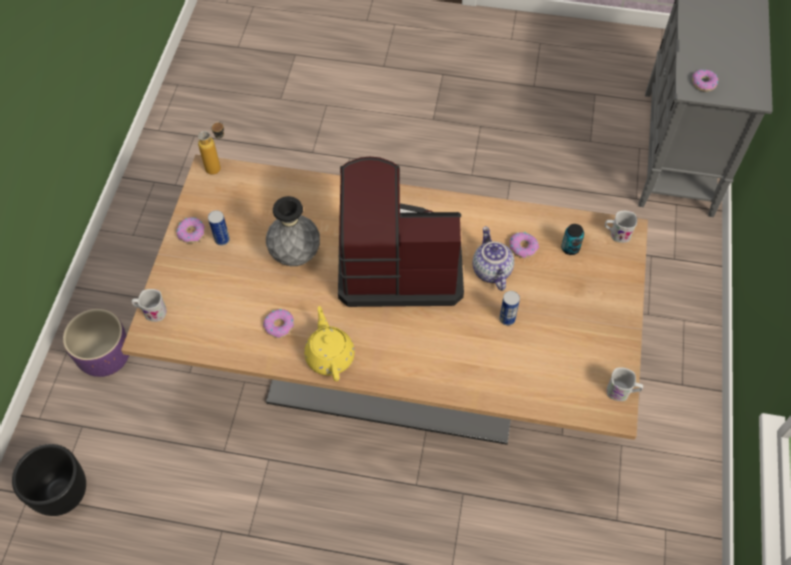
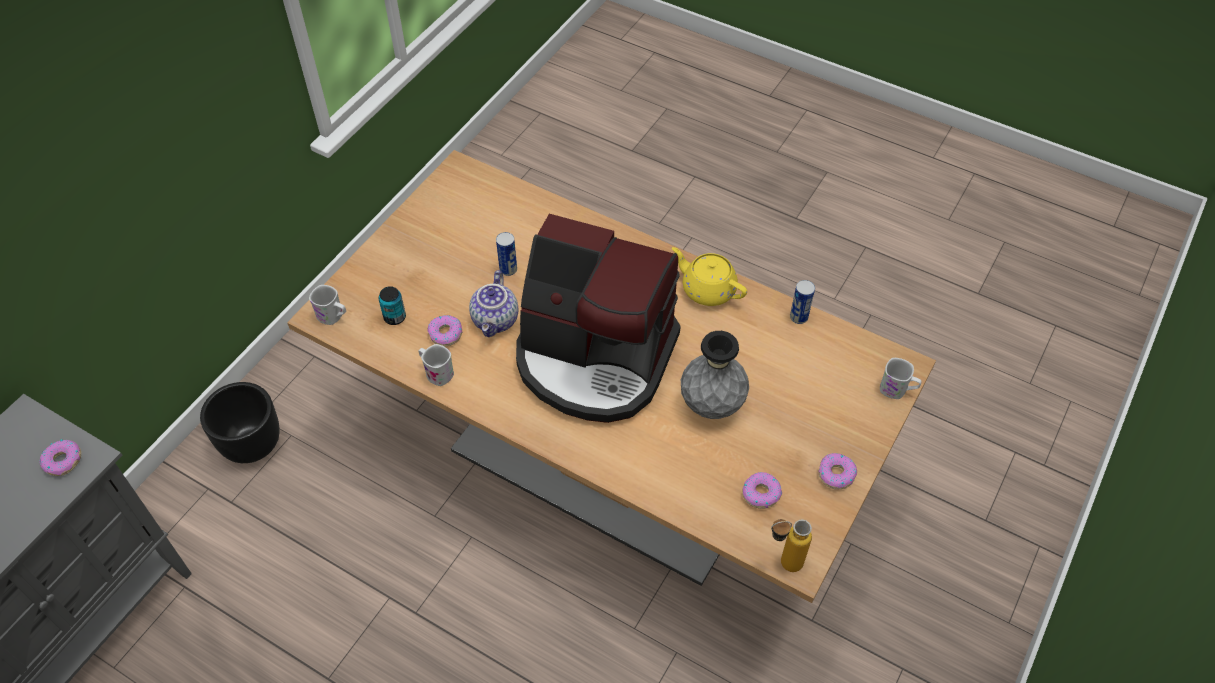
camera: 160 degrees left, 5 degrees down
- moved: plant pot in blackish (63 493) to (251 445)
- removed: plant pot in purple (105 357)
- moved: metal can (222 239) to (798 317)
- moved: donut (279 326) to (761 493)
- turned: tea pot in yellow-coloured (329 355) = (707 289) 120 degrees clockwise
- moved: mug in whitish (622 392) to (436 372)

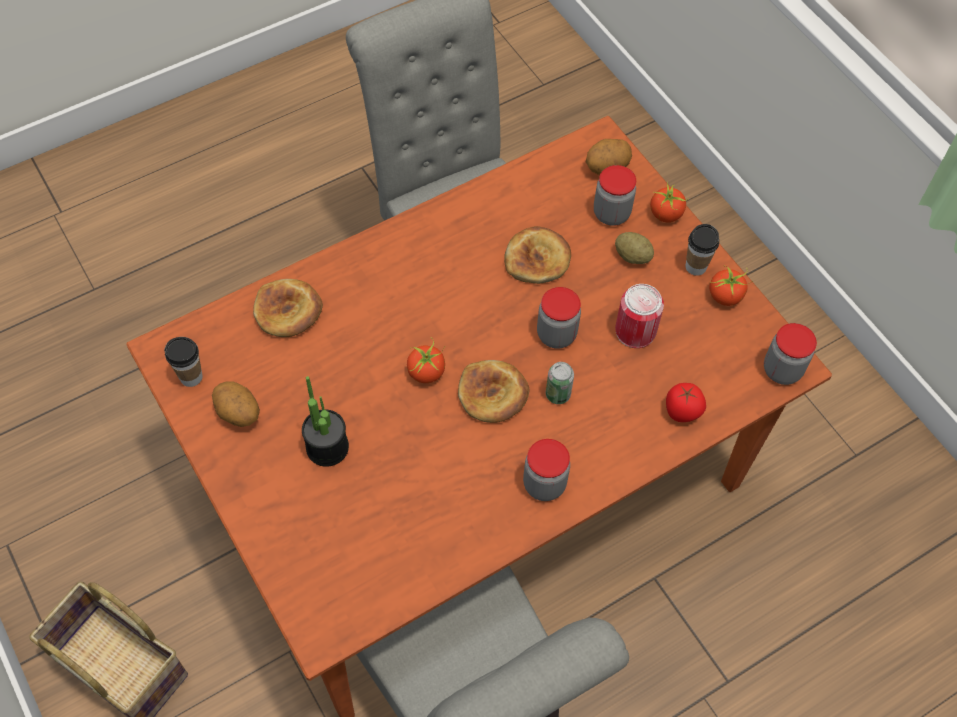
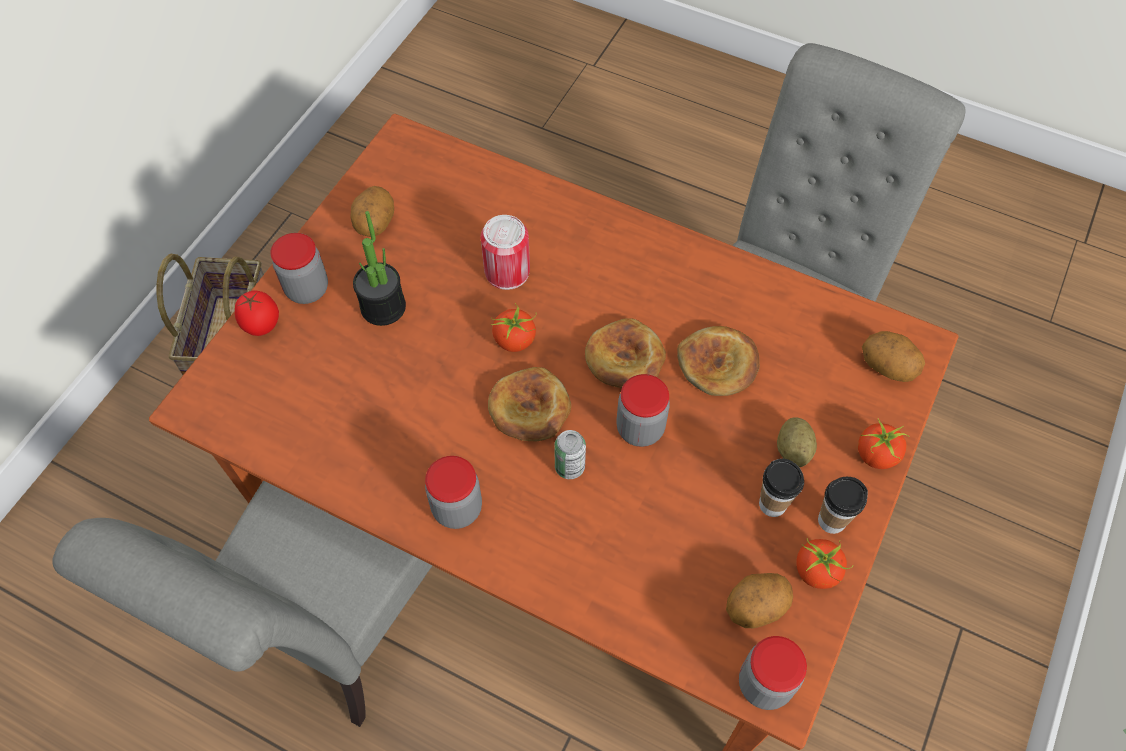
camera: 60 degrees right, 0 degrees up
- moved: drinking cup (191 377) to (772 504)
- moved: bakery bread (287 311) to (625 358)
- moved: preserve jar (611 213) to (307 289)
- moved: metal can (635 331) to (507 271)
- moved: fresh tomato (682 412) to (261 326)
- added: whole potato (755 607)

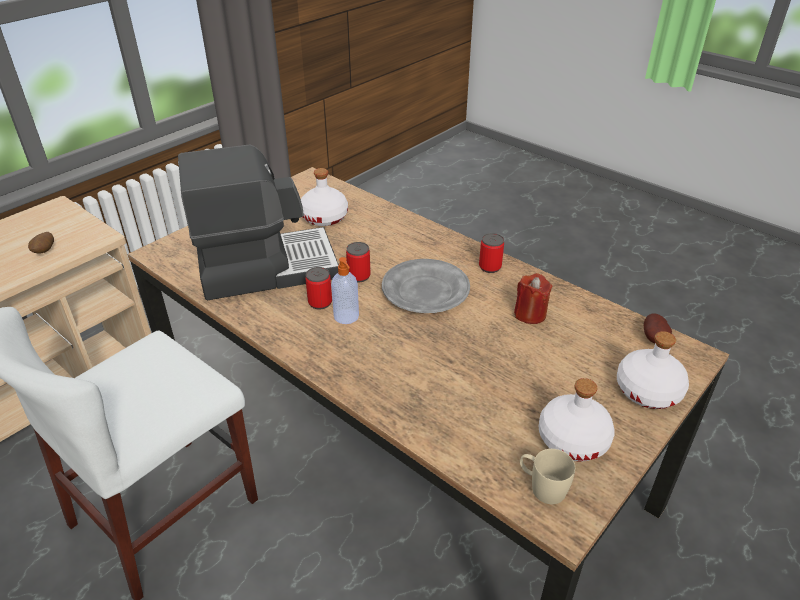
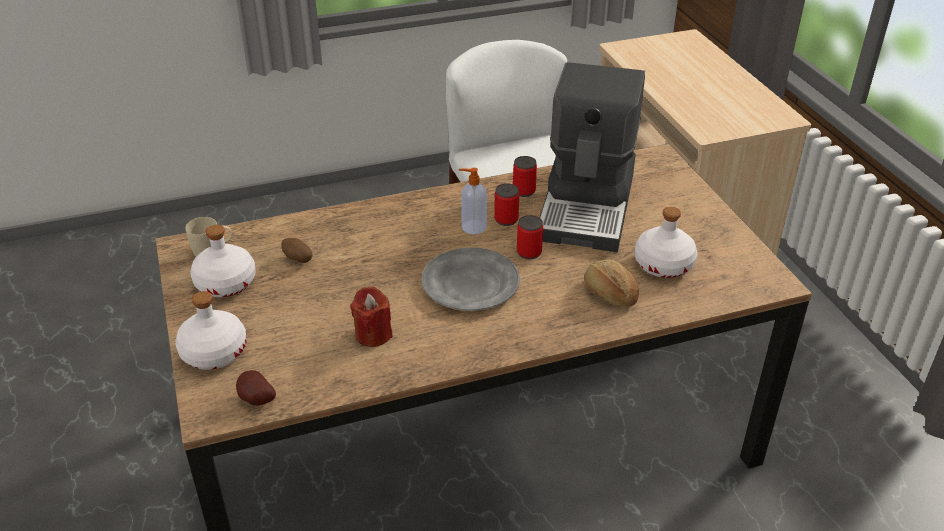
camera: 120 degrees right, 0 degrees up
- moved: whole potato (45 251) to (298 259)
- moved: metal can (490 267) to (524 191)
- added: bakery bread (609 294)

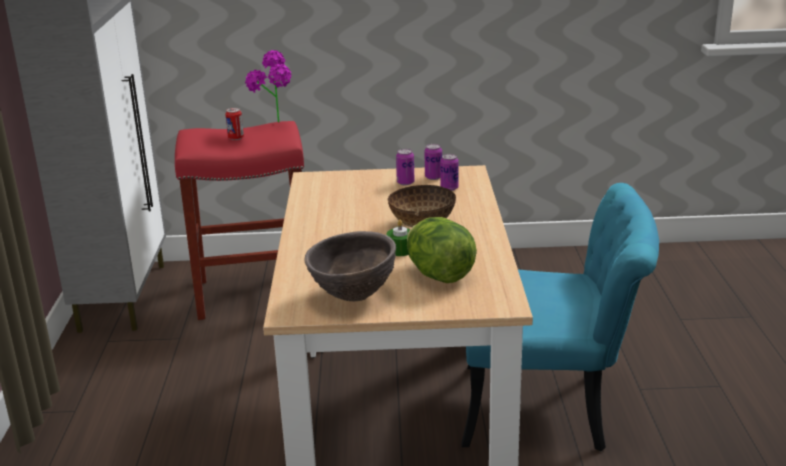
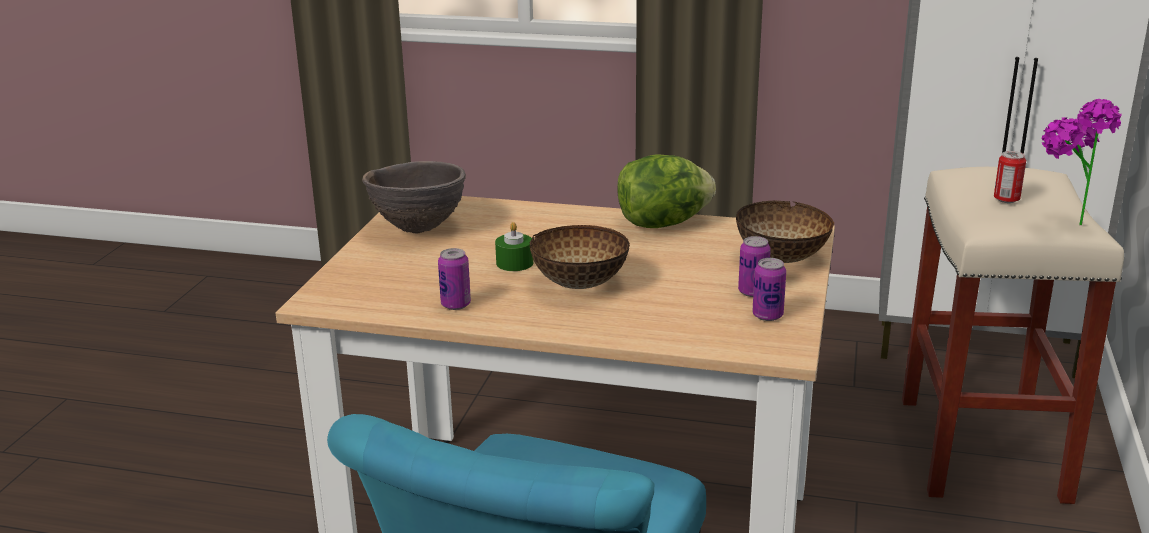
camera: 105 degrees right, 0 degrees up
- recoloured: stool seat in red-coloured (252 294) to stool seat in beige-coloured (979 447)
- moved: lettuce (439 275) to (663 224)
- moved: metal can (449 188) to (456 304)
- added: deep dish (782 259)

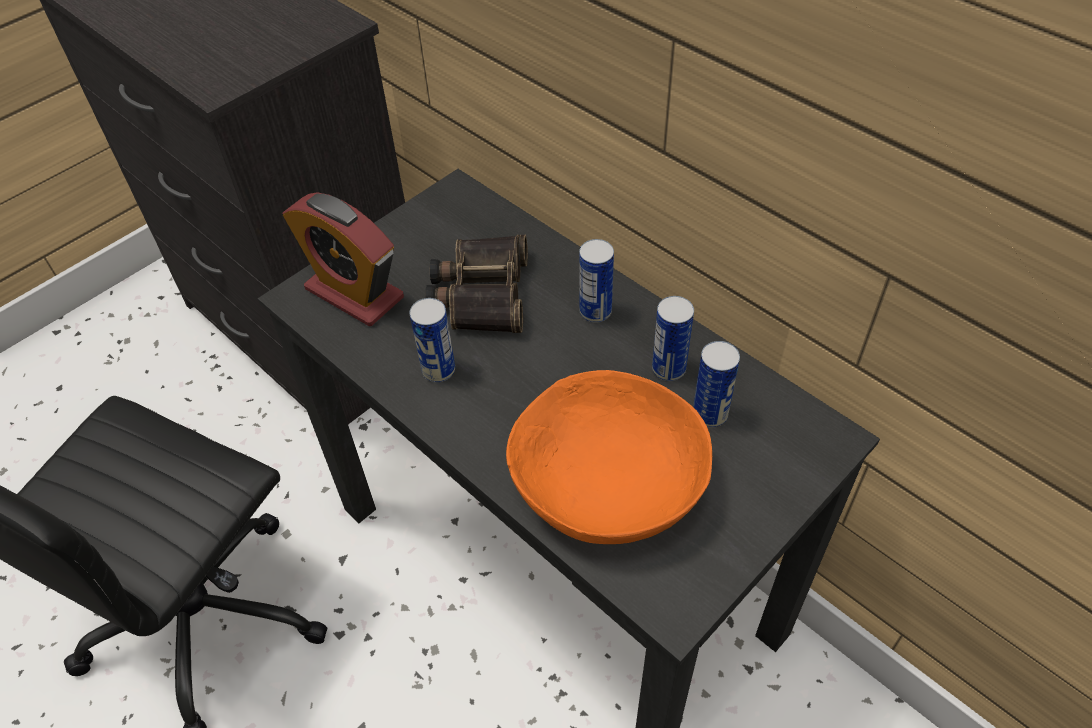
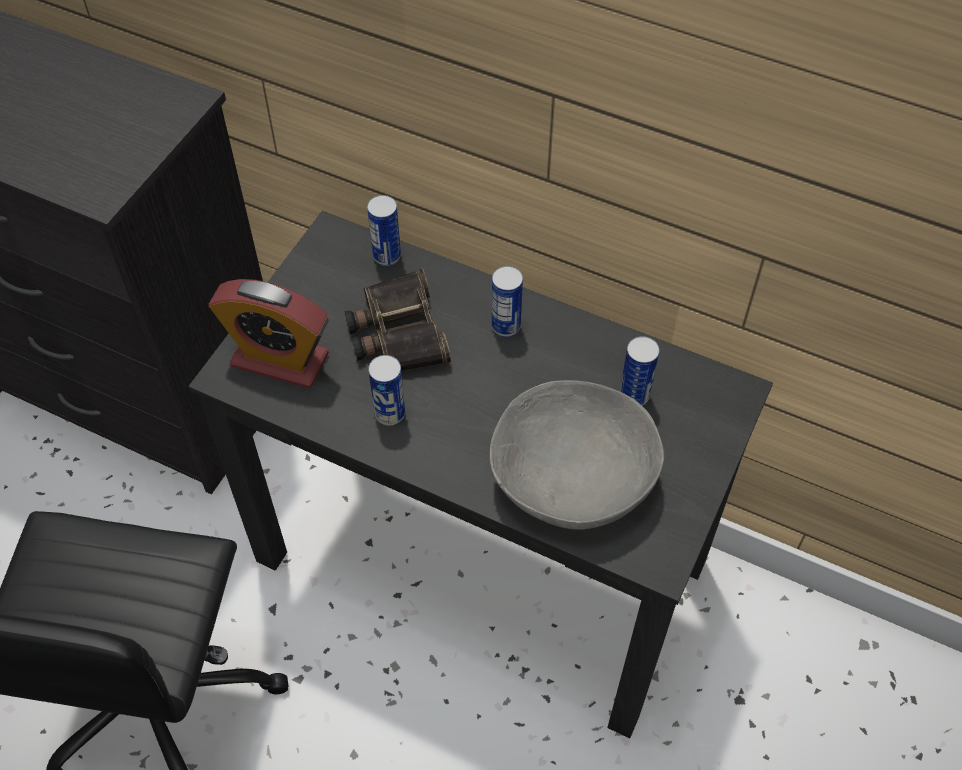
camera: 20 degrees left, 5 degrees up
- recoloured: deep dish in orangey (608 483) to deep dish in gray (573 475)
- moved: metal can (668 369) to (386 256)

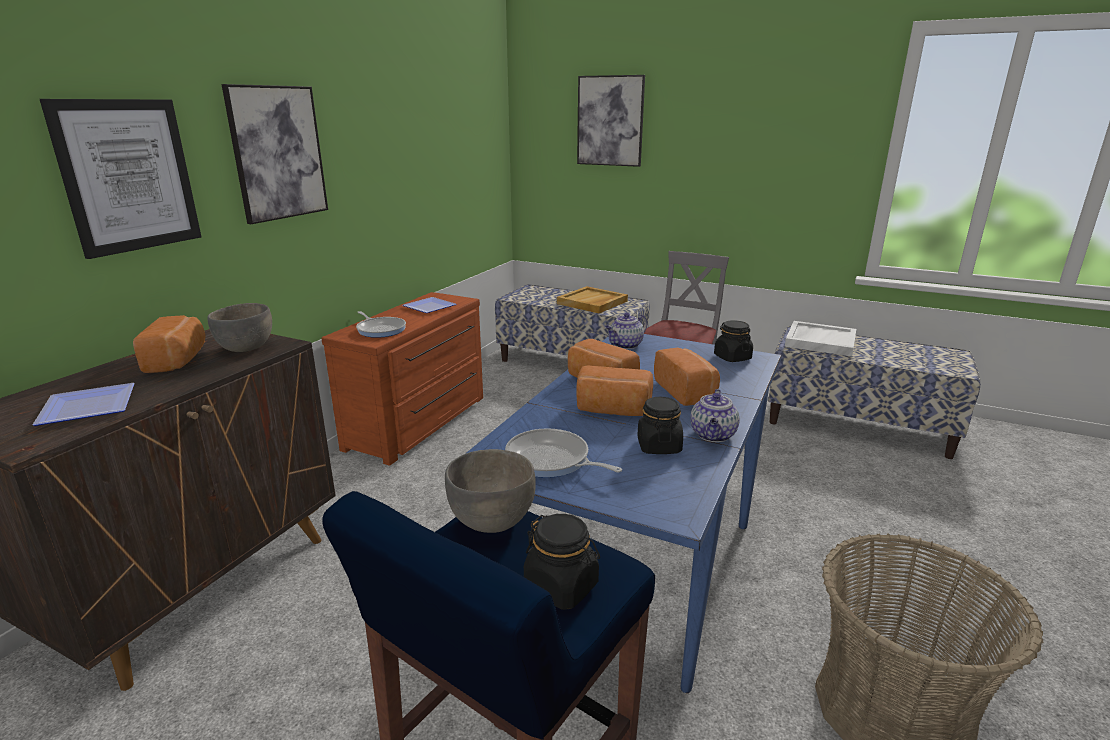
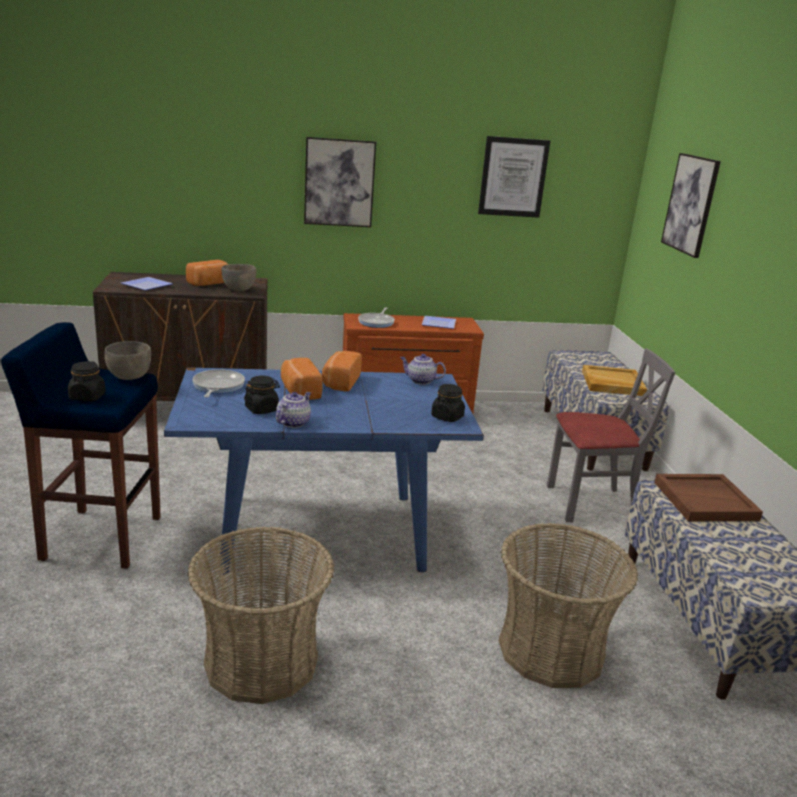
camera: 55 degrees right, 0 degrees up
- moved: wall art (128 176) to (513 177)
- removed: bakery bread (686 391)
- turned: tea pot (713 435) = (293 422) 135 degrees clockwise
- recoloured: tray in whitish (819 341) to tray in brown-coloured (705 500)
- added: basket (551 650)

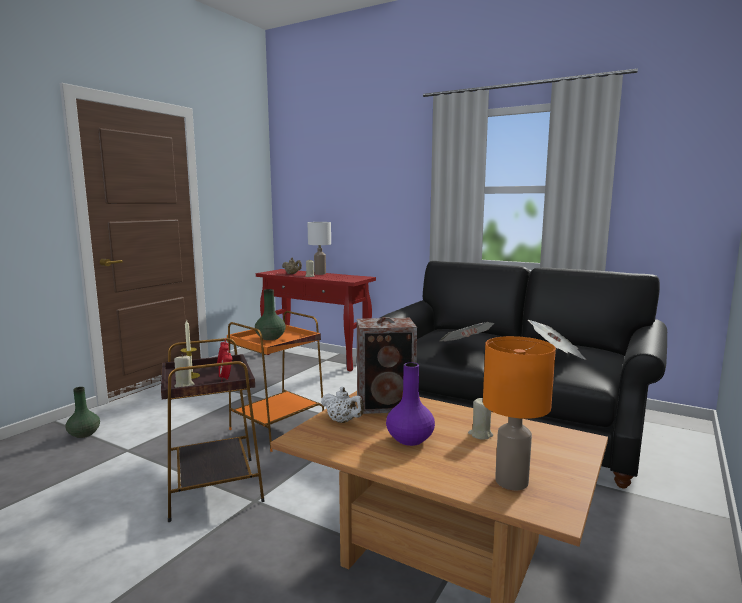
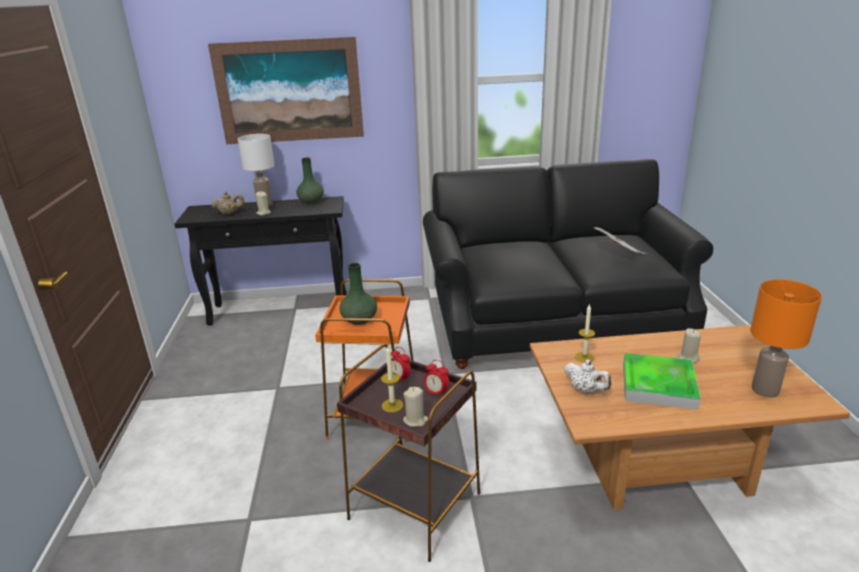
camera: 35 degrees left, 15 degrees up
- moved: flower vase in green (84 434) to (311 201)
- recoloured: narrow table in red-coloured (317 358) to narrow table in blackish (280 309)
- turned: tea pot in whitish (343 421) = (586 390) 45 degrees clockwise
- replaced: speaker (387 404) to wax light (584 357)
- replaced: flower vase in purple (410 439) to tray (658 385)
- removed: newspaper (465 346)
- added: wall art (289 91)

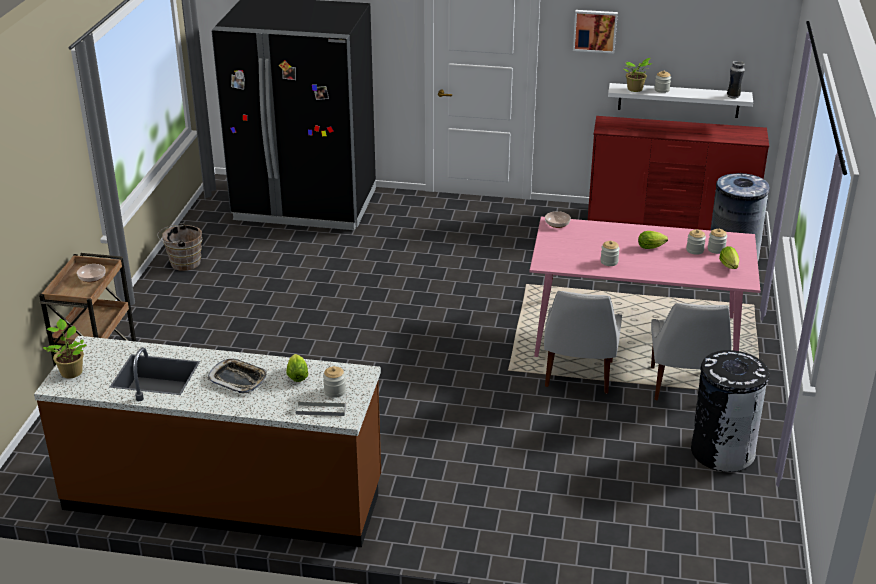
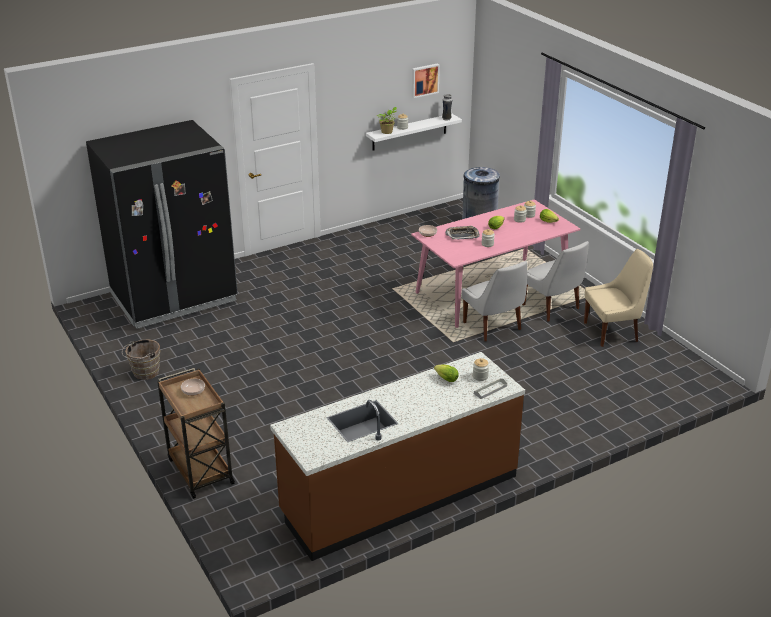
camera: 40 degrees left, 0 degrees up
- removed: plant in a pot (71 371)
- moved: tray (238 379) to (462 235)
- moved: wall art (595 30) to (424 80)
- removed: drawer chest in red-coloured (670 223)
- replaced: waste bin in blackish (722 451) to plain chair in beige-coloured (613 332)

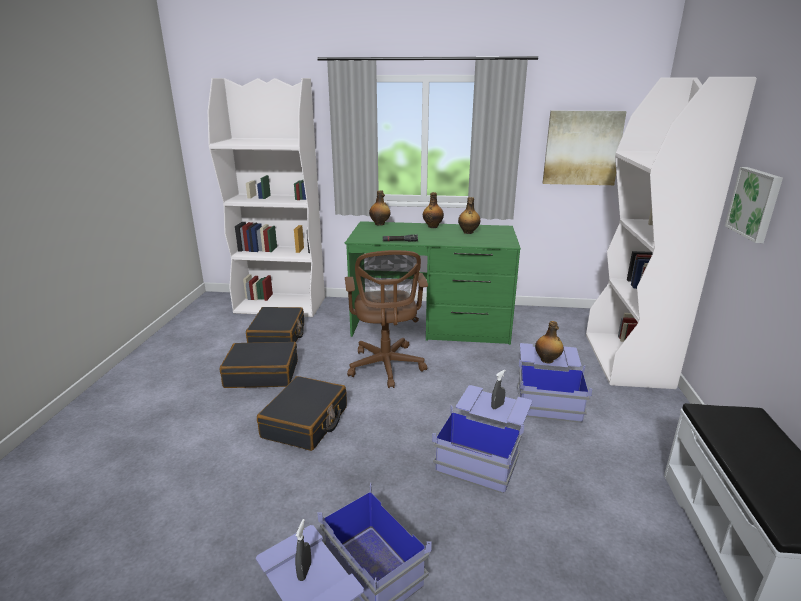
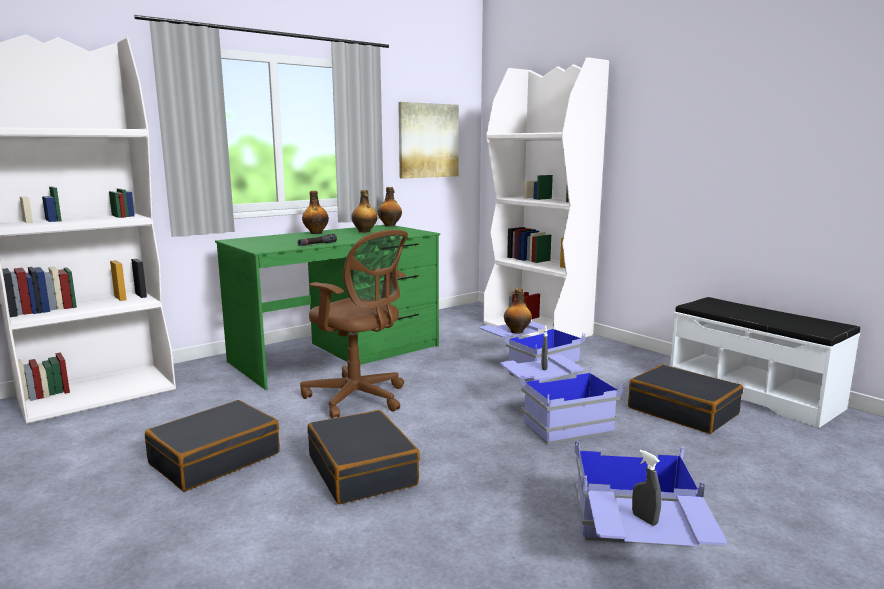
camera: 45 degrees left, 10 degrees down
- moved: suitcase in blackish (278 337) to (683 411)
- moved: bottle (380 224) to (390 225)
- removed: wall art (755 203)

